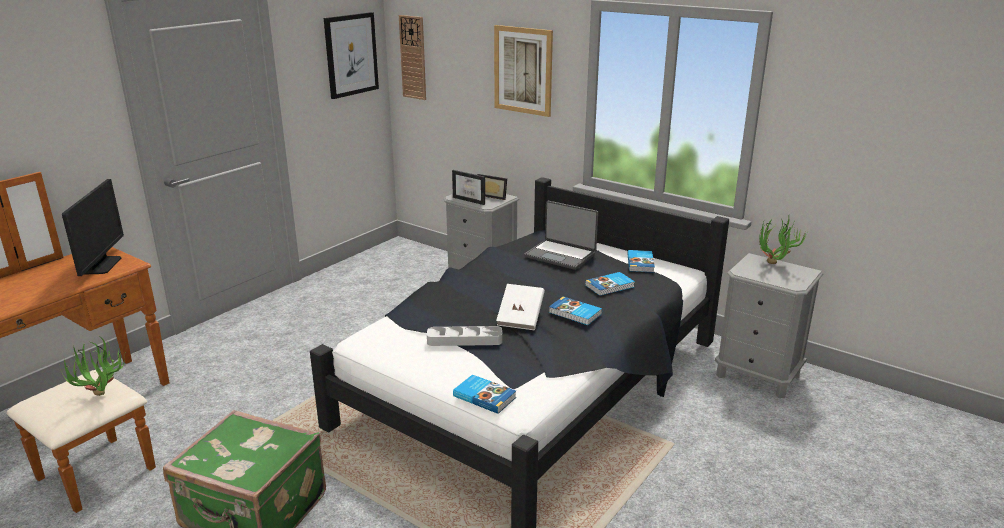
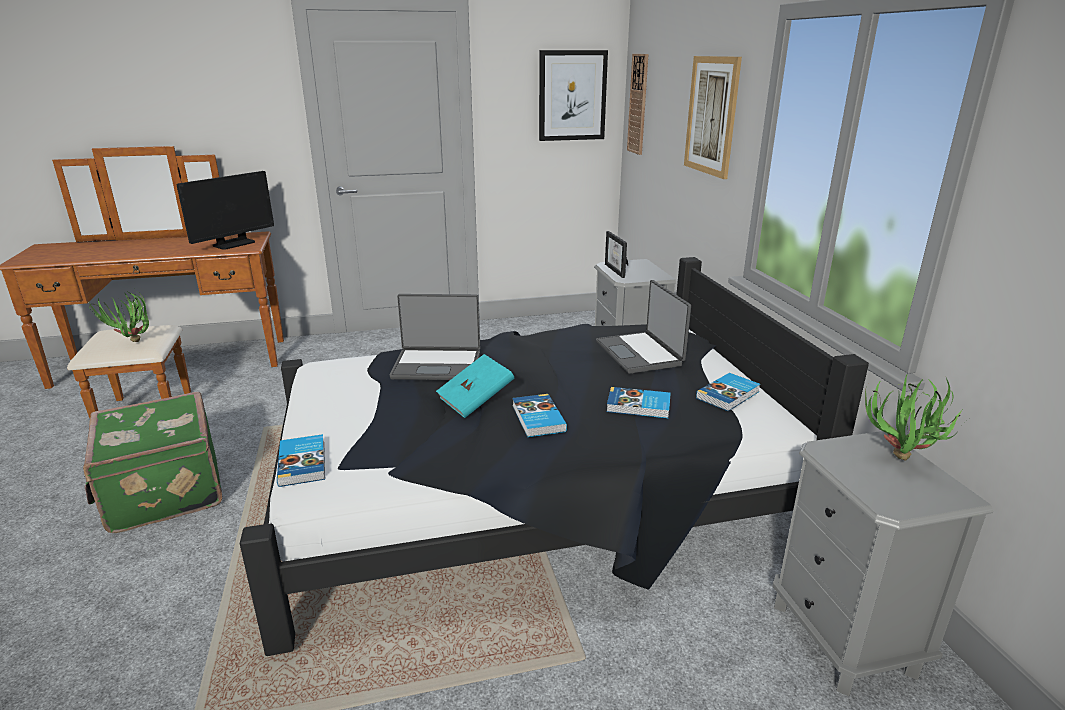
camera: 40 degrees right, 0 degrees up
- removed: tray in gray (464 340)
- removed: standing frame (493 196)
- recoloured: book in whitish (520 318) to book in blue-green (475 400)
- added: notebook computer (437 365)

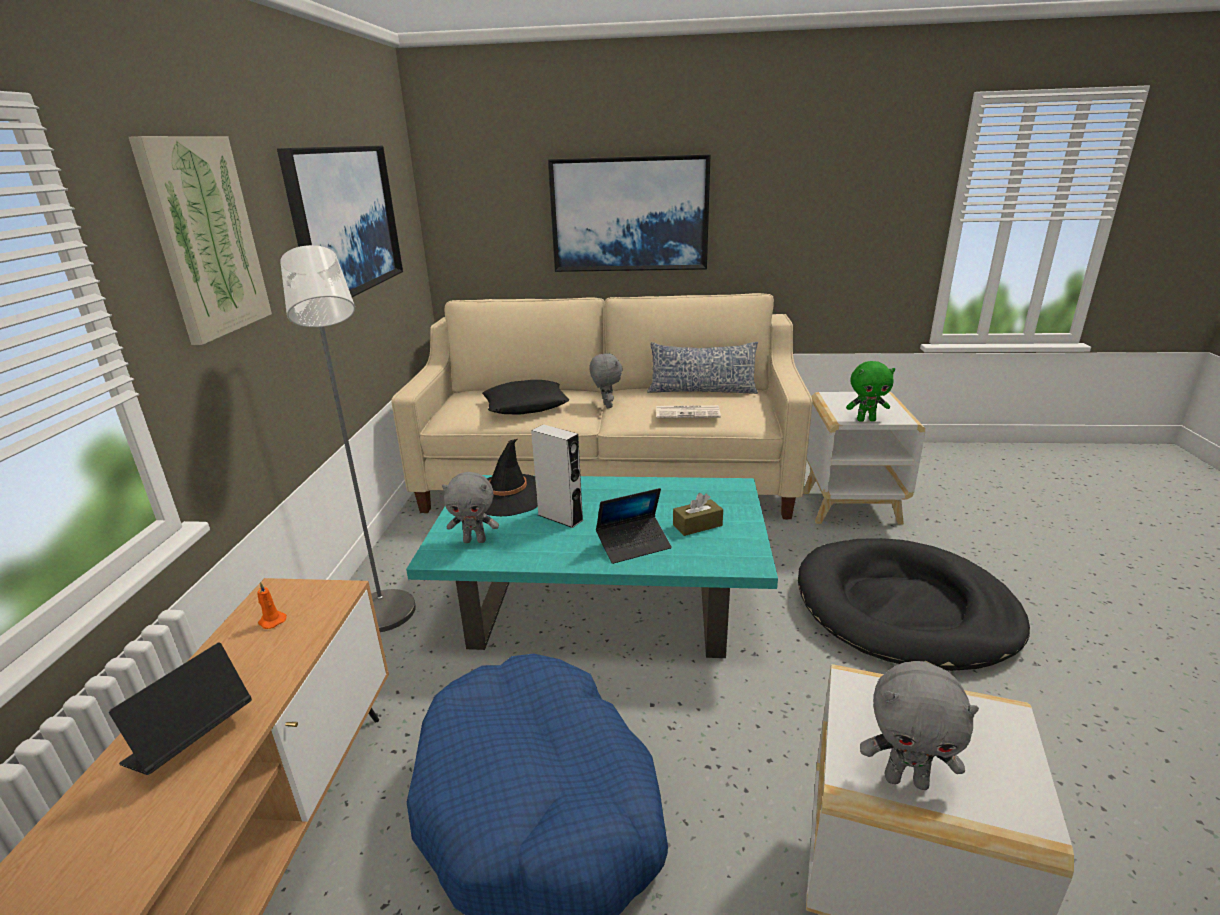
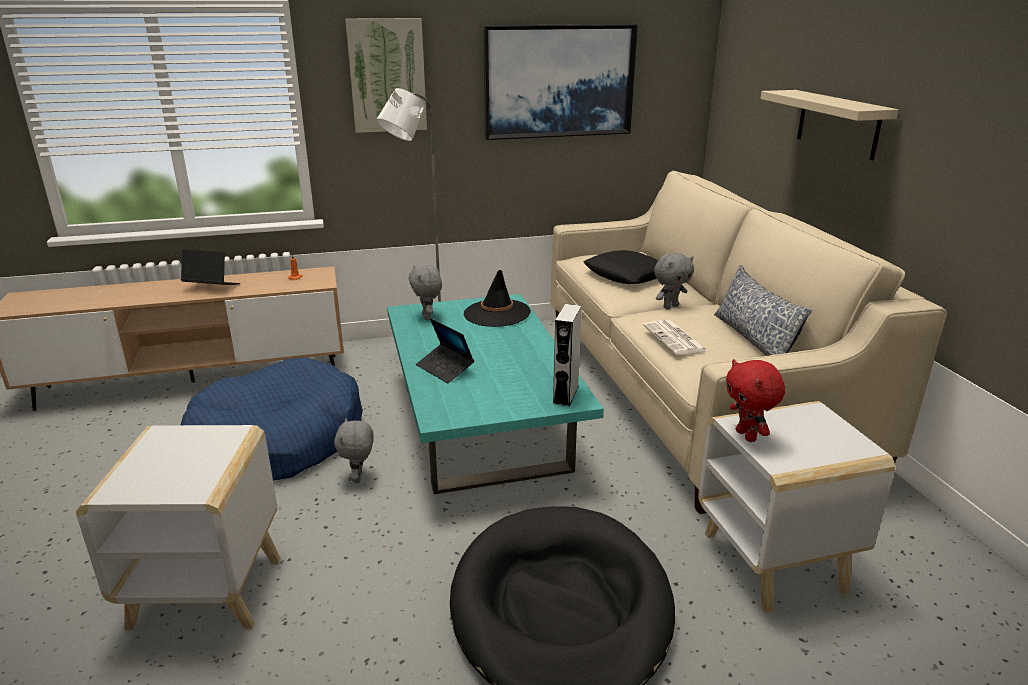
camera: 70 degrees right, 0 degrees up
- moved: speaker in gray (560 517) to (565 394)
- replaced: wall art (629 214) to bracket shelf in beige-coloured (837 123)
- removed: tissue holder in brown-coloured (697 525)
- recoloured: cuddly toy in green (866 420) to cuddly toy in red-coloured (747 436)
- moved: cuddly toy in gray (906 779) to (359 478)

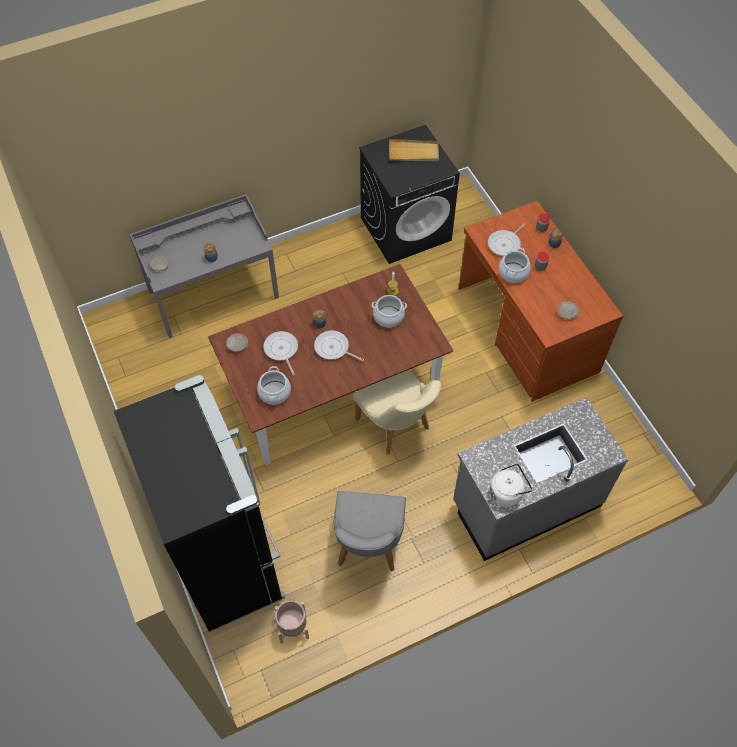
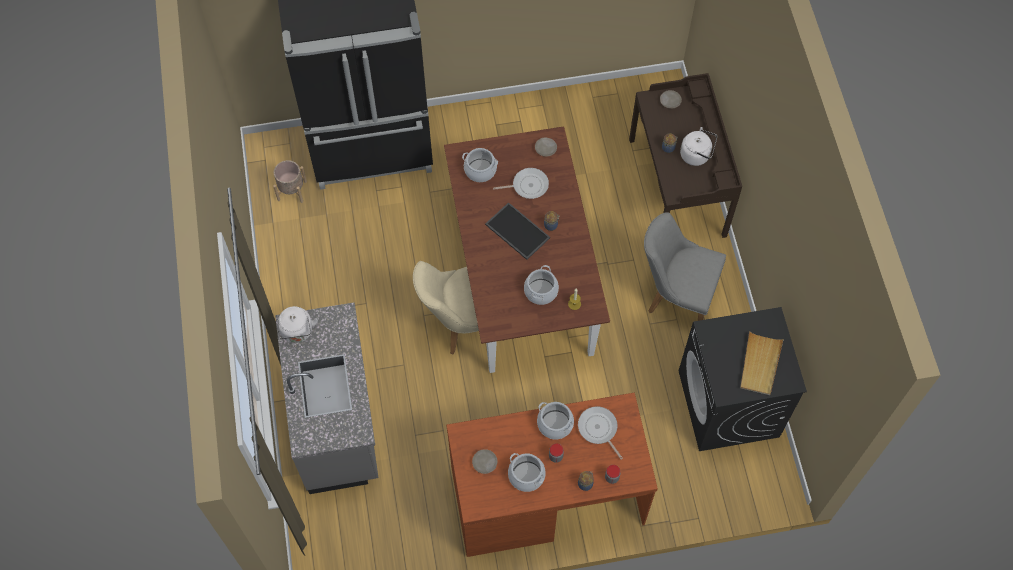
camera: 105 degrees right, 5 degrees up
- recoloured: desk in gray (213 293) to desk in brown-coloured (678 187)
- replaced: frying pan (333 348) to tray (516 231)
- moved: plain chair in gray (367 549) to (675 295)
- added: saucepot (526 476)
- added: water kettle in whitish (697 155)

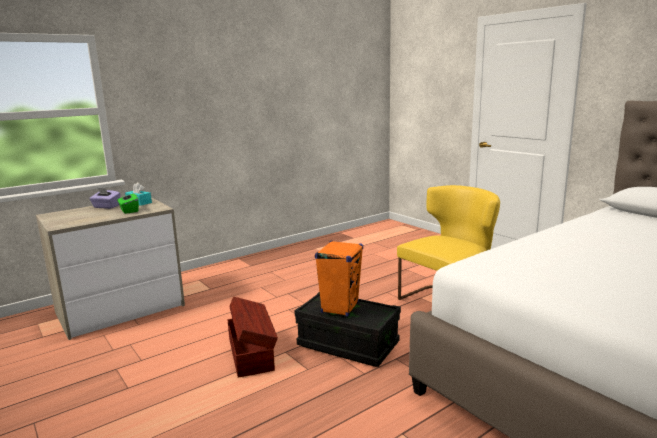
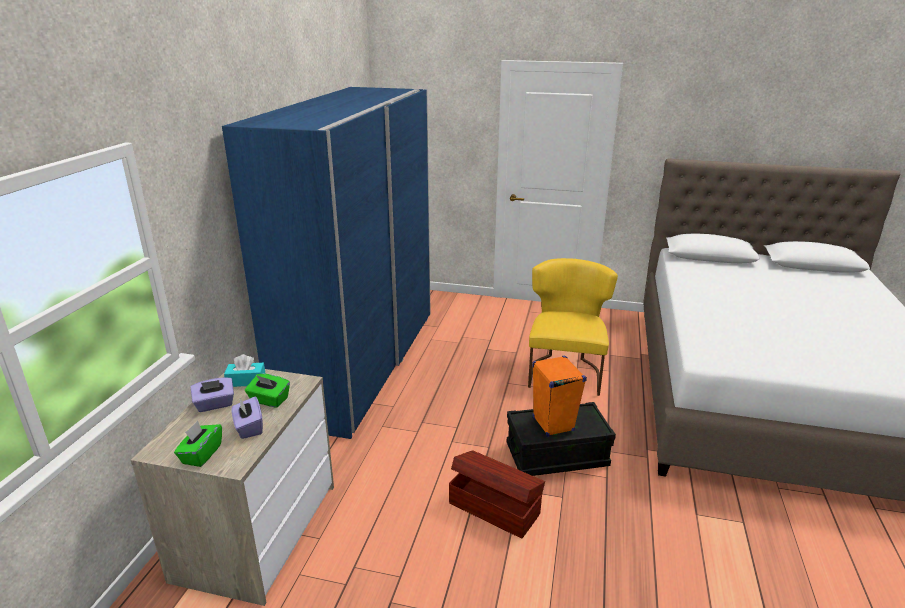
camera: 40 degrees left, 10 degrees up
- added: tissue holder in green (201 454)
- added: armoire in bluish (360 363)
- added: tissue holder in purple (249 428)

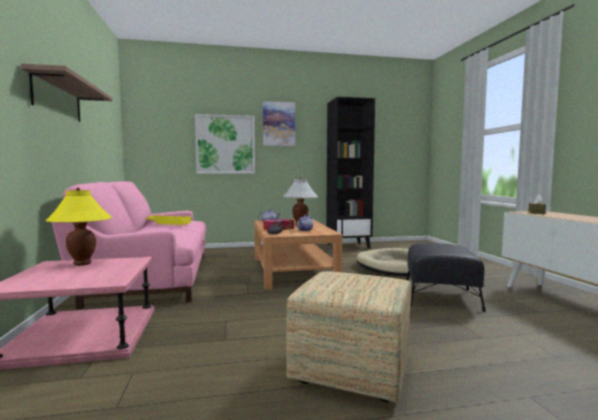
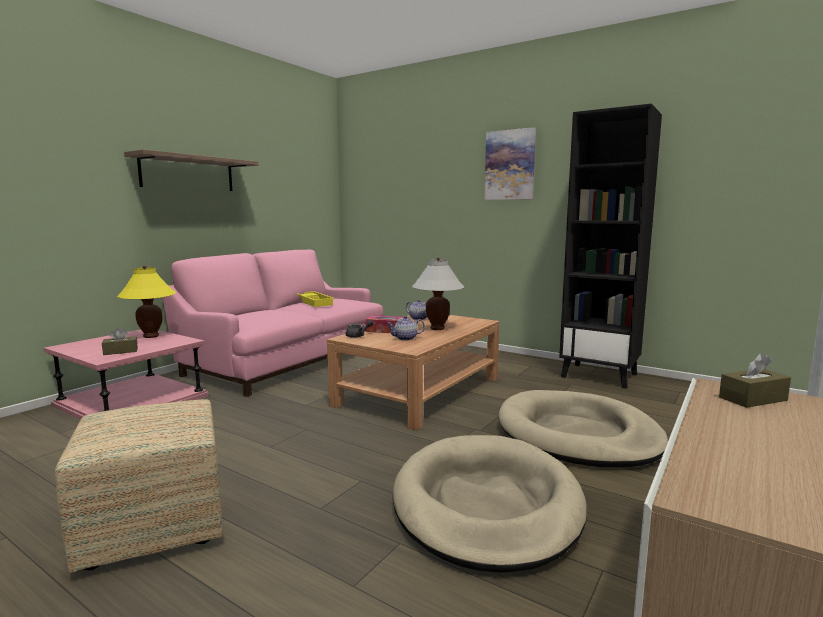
camera: 45 degrees right, 5 degrees up
- removed: wall art (225 144)
- replaced: footrest in blackish (440 297) to dog bed in beige-coloured (486 505)
- added: tissue holder in brown-coloured (120 351)

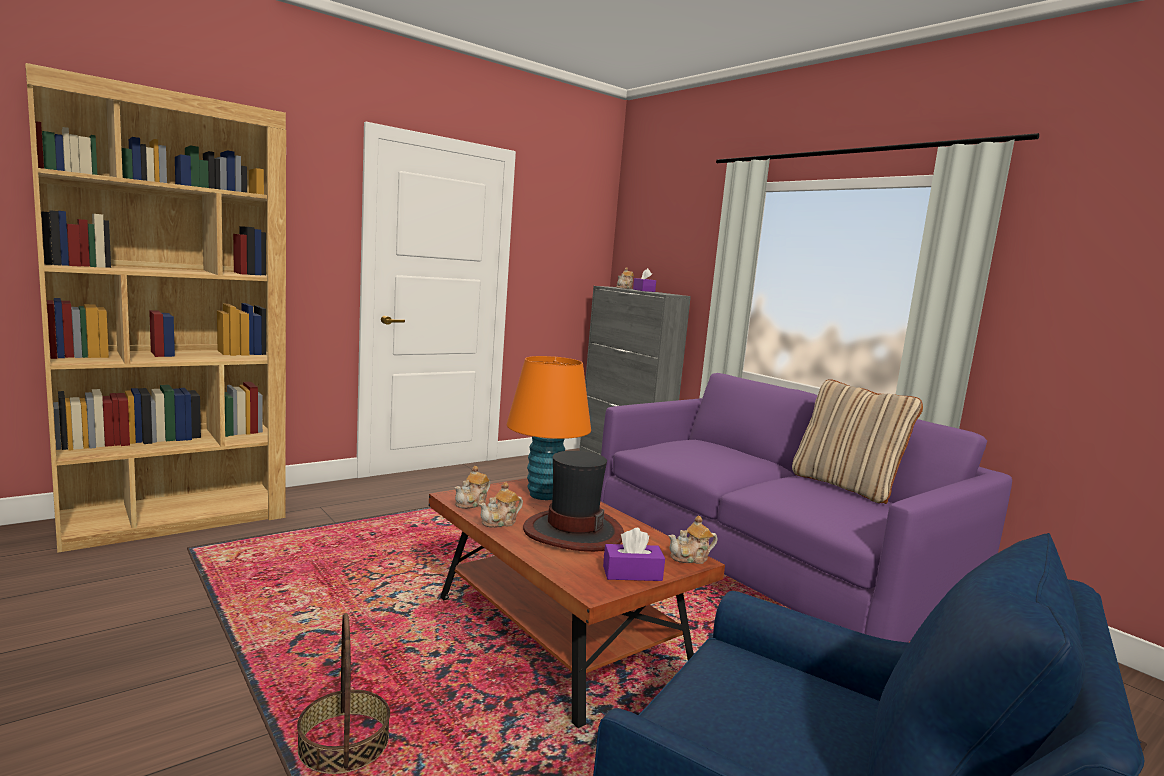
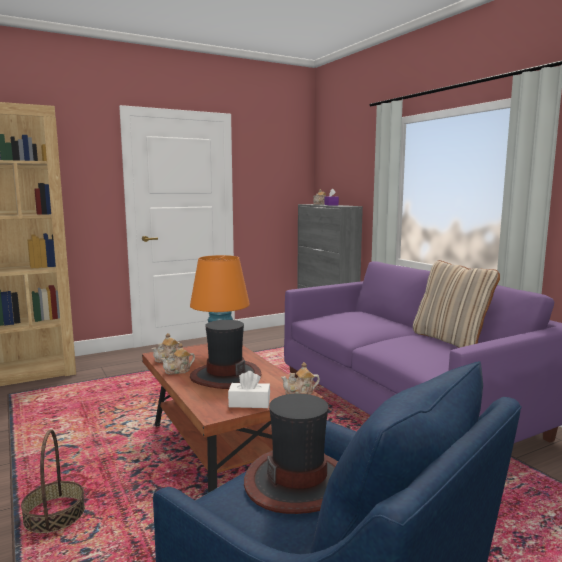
camera: 10 degrees right, 0 degrees up
- recoloured: tissue holder in purple (632 573) to tissue holder in whitish (249 403)
- added: wearable hat (298 482)

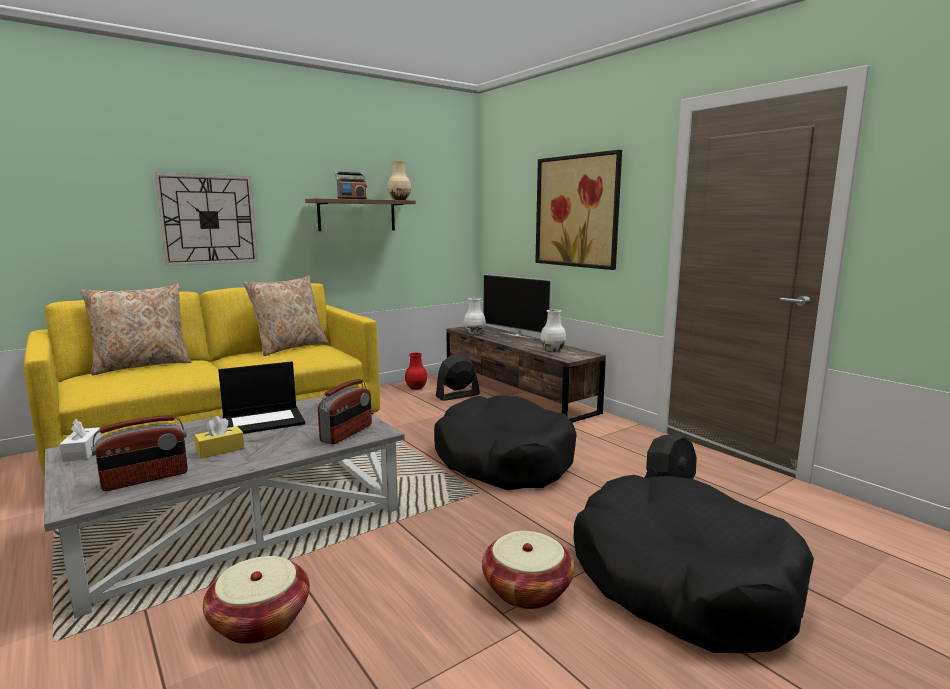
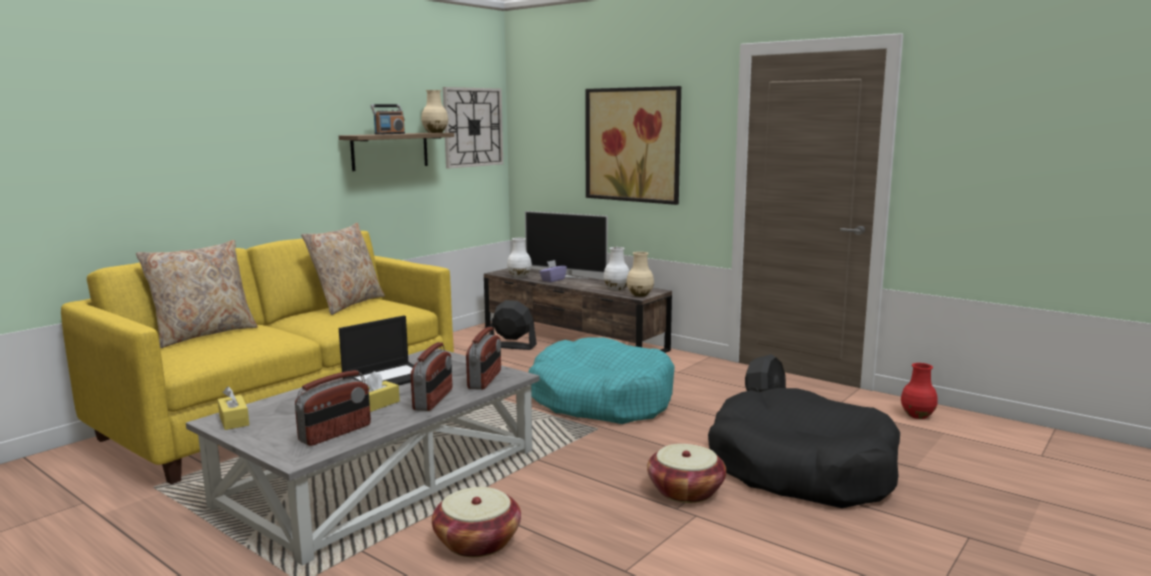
camera: 15 degrees left, 0 degrees up
- recoloured: tissue holder in whitish (83 452) to tissue holder in yellow-coloured (234 420)
- moved: clock on the wall (208 220) to (473 127)
- moved: flower vase in red-coloured (416 387) to (917 415)
- recoloured: dog bed in blackish (503 459) to dog bed in blue-green (601 400)
- turned: fan in blackish (457 395) = (512 346) 60 degrees clockwise
- added: radio set (433 400)
- added: tissue holder in purple (553 280)
- added: flower vase in beige-coloured (639 295)

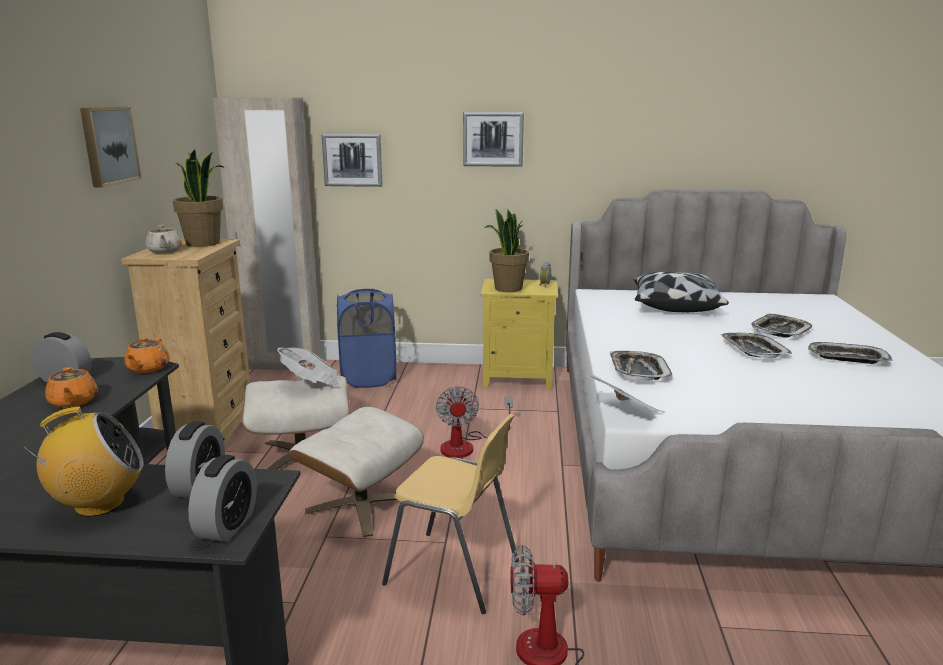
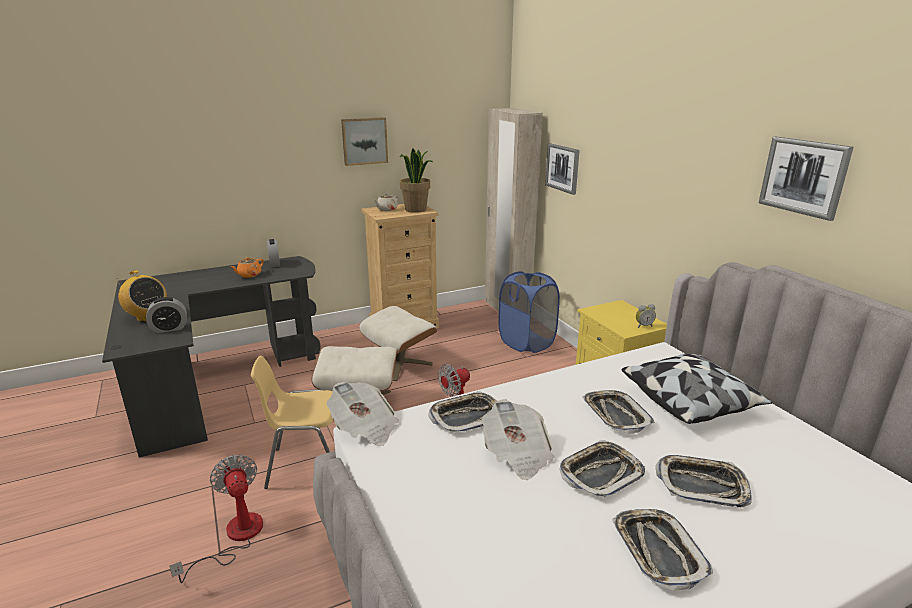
camera: 60 degrees right, 5 degrees up
- removed: tea pot in orangey (147 368)
- removed: alarm clock (227 526)
- moved: newspaper (311 382) to (517 455)
- turned: plain chair in yellow-coloured (454 572) = (307 465) 90 degrees clockwise
- moved: wall art (493 139) to (804 177)
- removed: plant in a pot (507 288)
- added: tray (615 415)

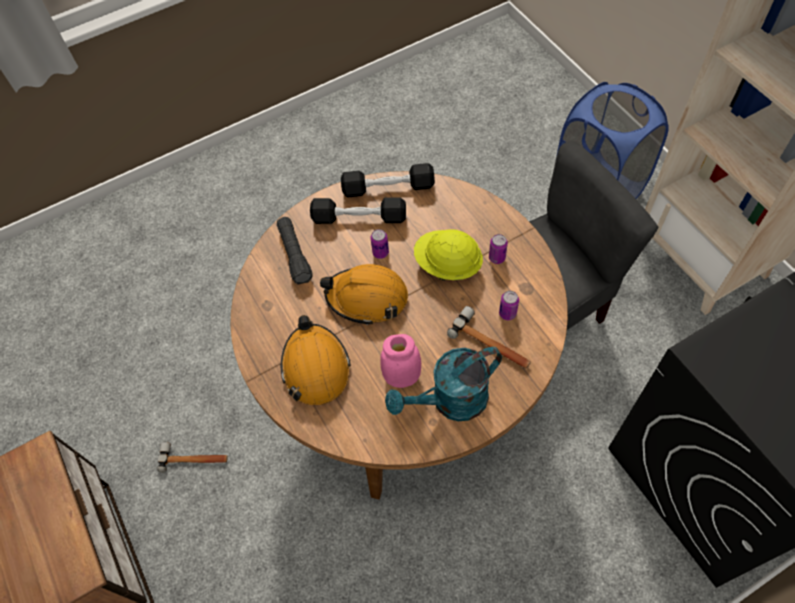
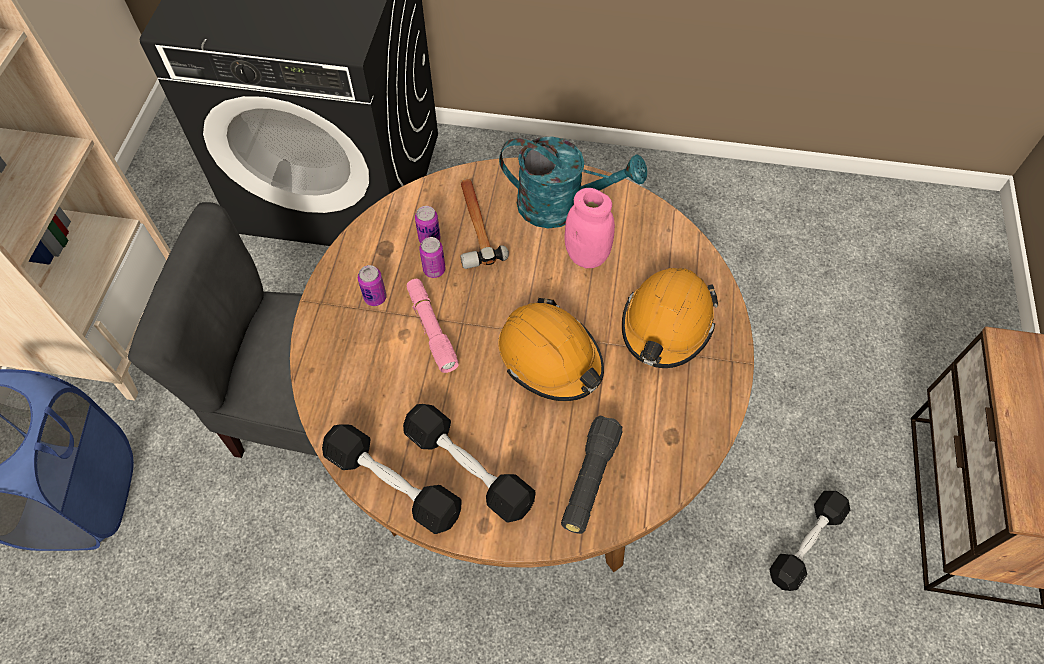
camera: 145 degrees left, 0 degrees up
- replaced: tool hammer (194 458) to dumbbell in blackish (806 543)
- moved: metal can (380 252) to (434 270)
- replaced: hard hat in yellow-coloured (447 265) to flashlight in pinkish (431 329)

